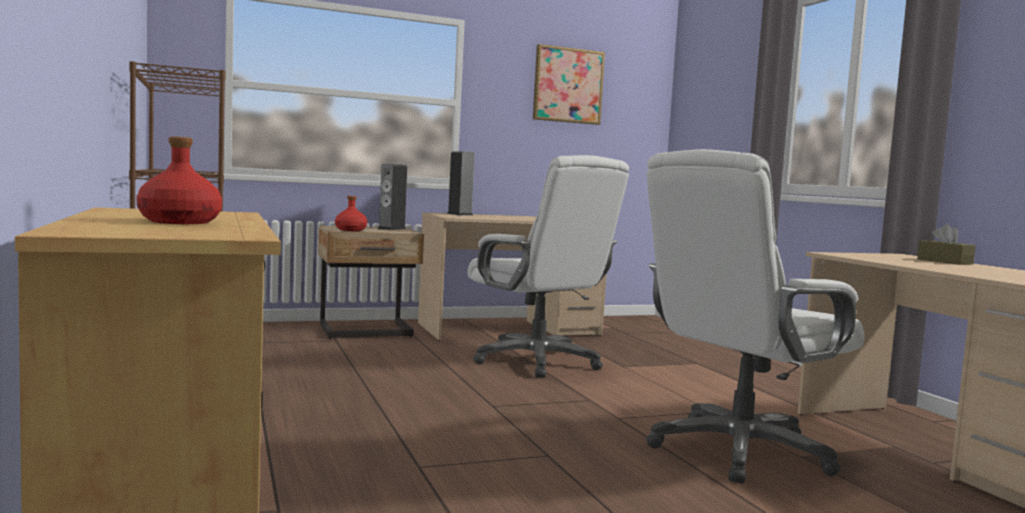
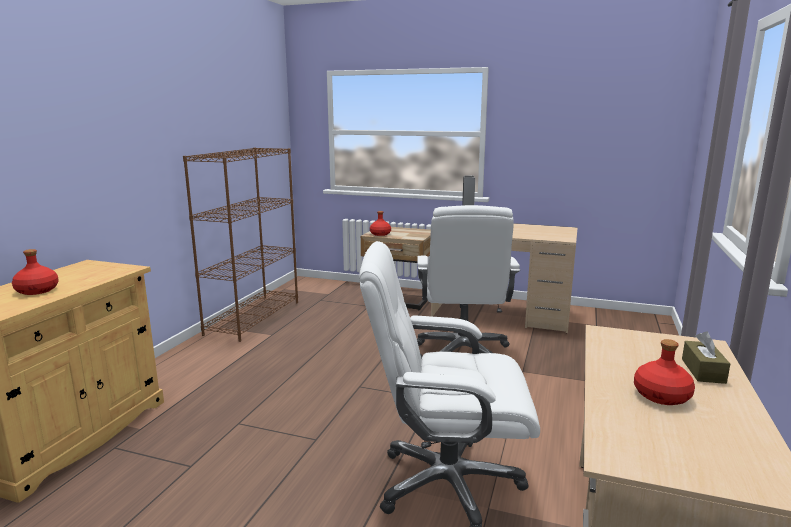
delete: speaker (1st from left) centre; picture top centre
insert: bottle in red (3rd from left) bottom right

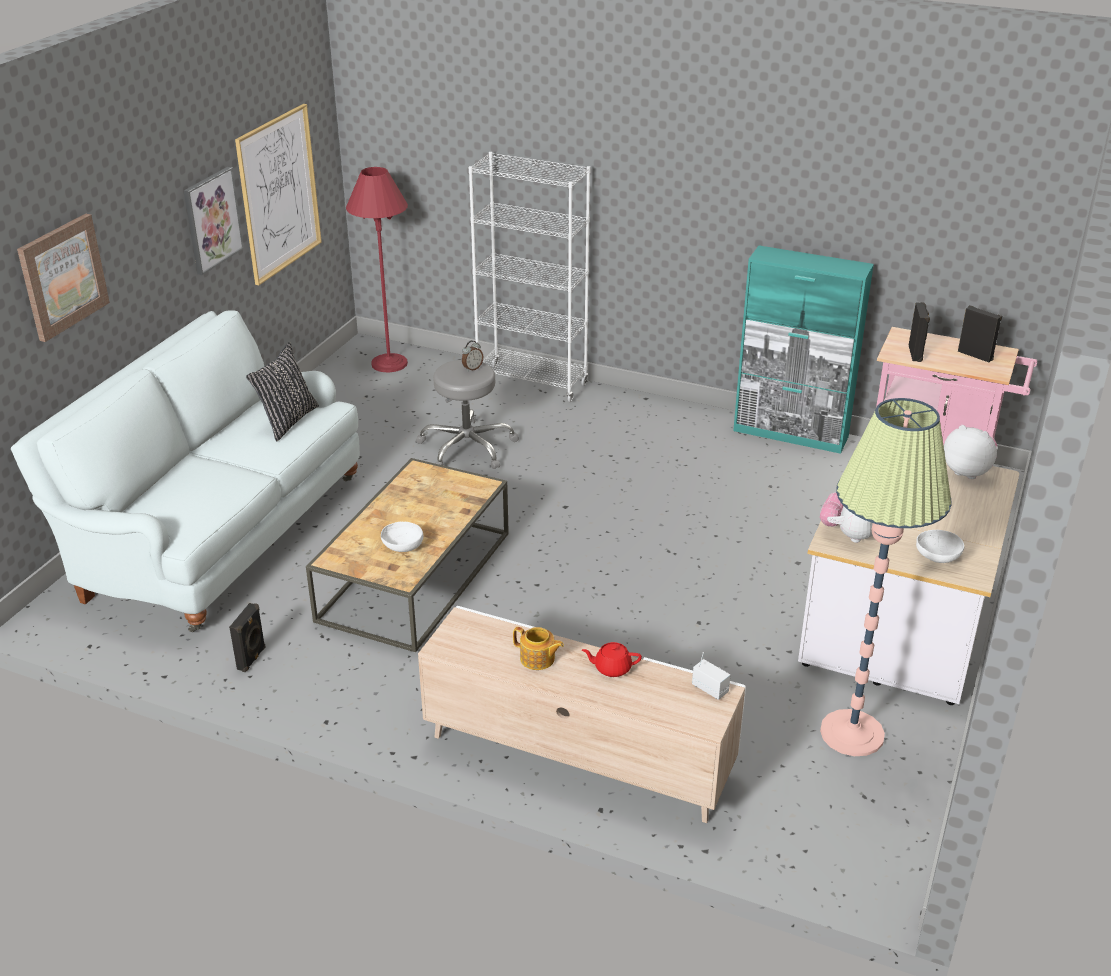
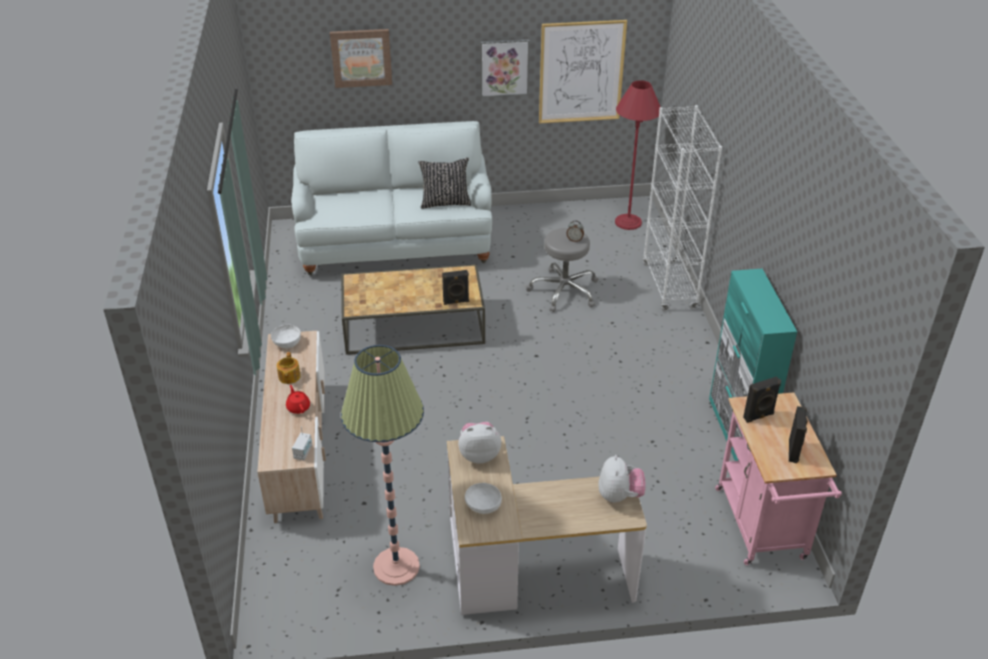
move: bowl in white (1st from left) centre to middle left; speaker in black (1st from left) middle left to centre

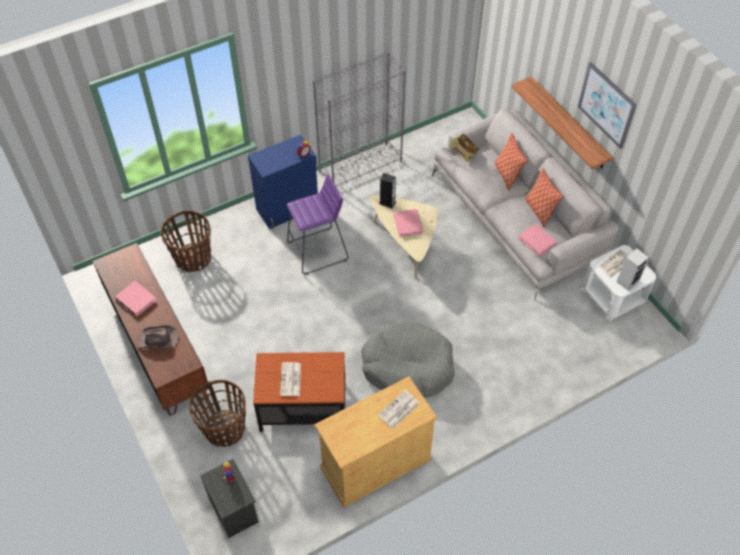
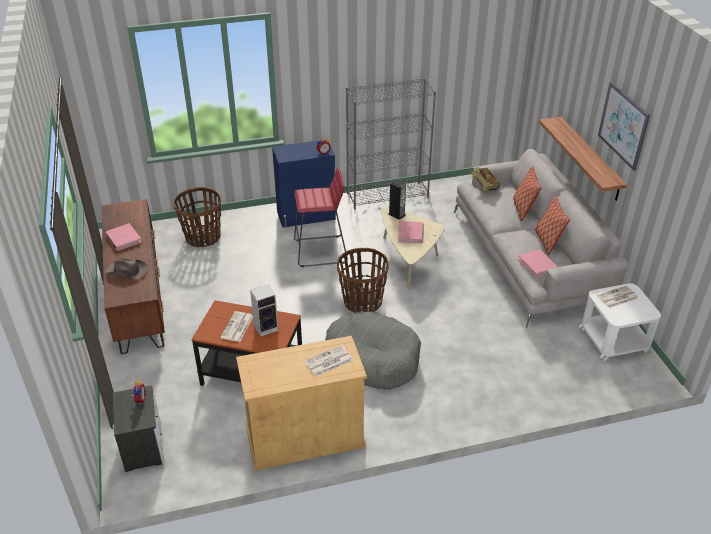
move: speaker (2nd from left in the first image) middle right to speaker (1st from left) centre; basket (2nd from left) bottom left to centre
recolor: stool in purple centre to stool in red centre

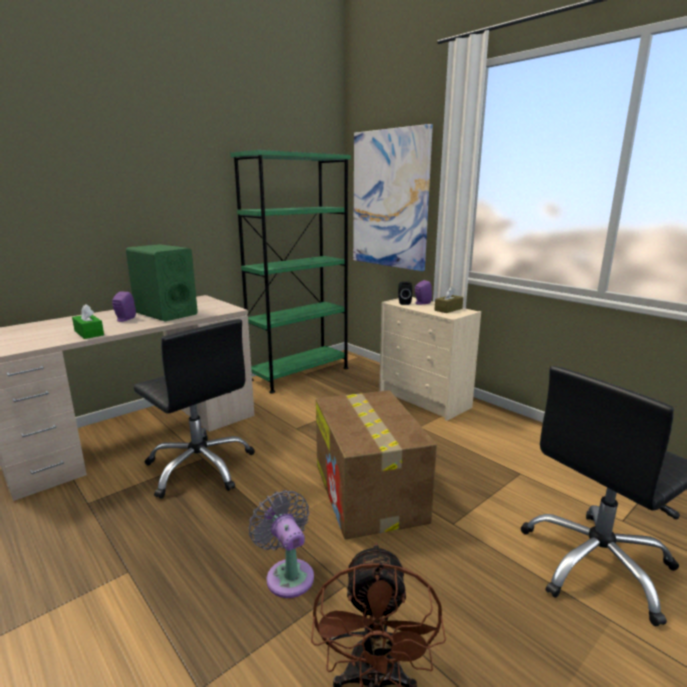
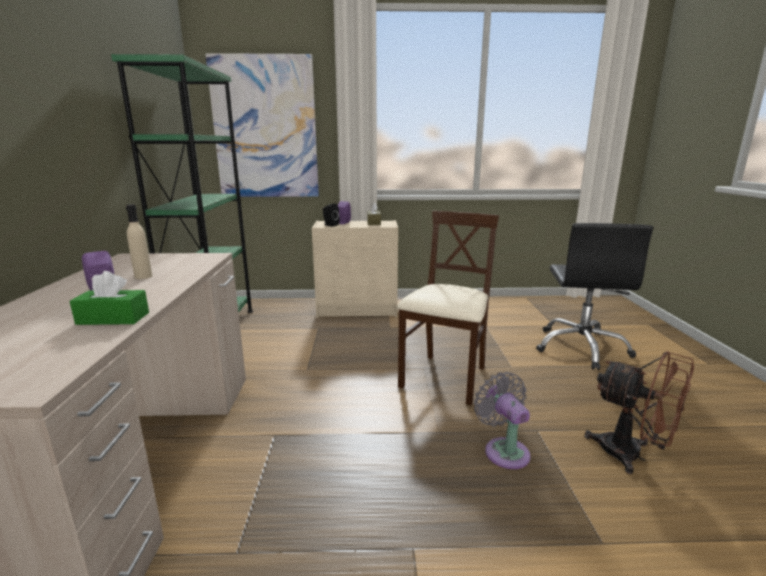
delete: office chair in black (1st from left) middle left
replace: speaker in green middle left to bottle in beige middle left; cardboard box bottom centre to chair in beige centre
rotate: fan in grey bottom centre = bottom centre 60 degrees clockwise

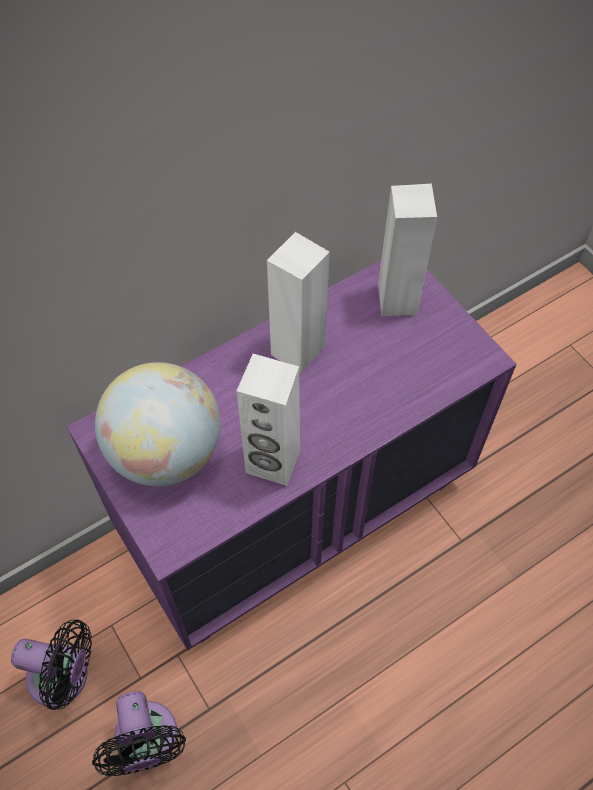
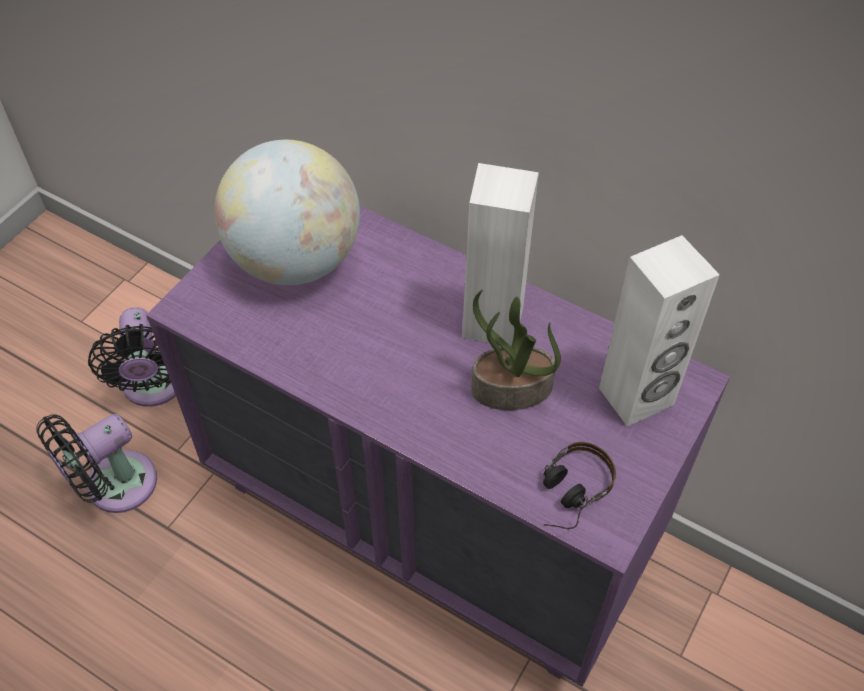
delete: speaker in white (1st from left) centre
insert: potted plant centre; headphones bottom right

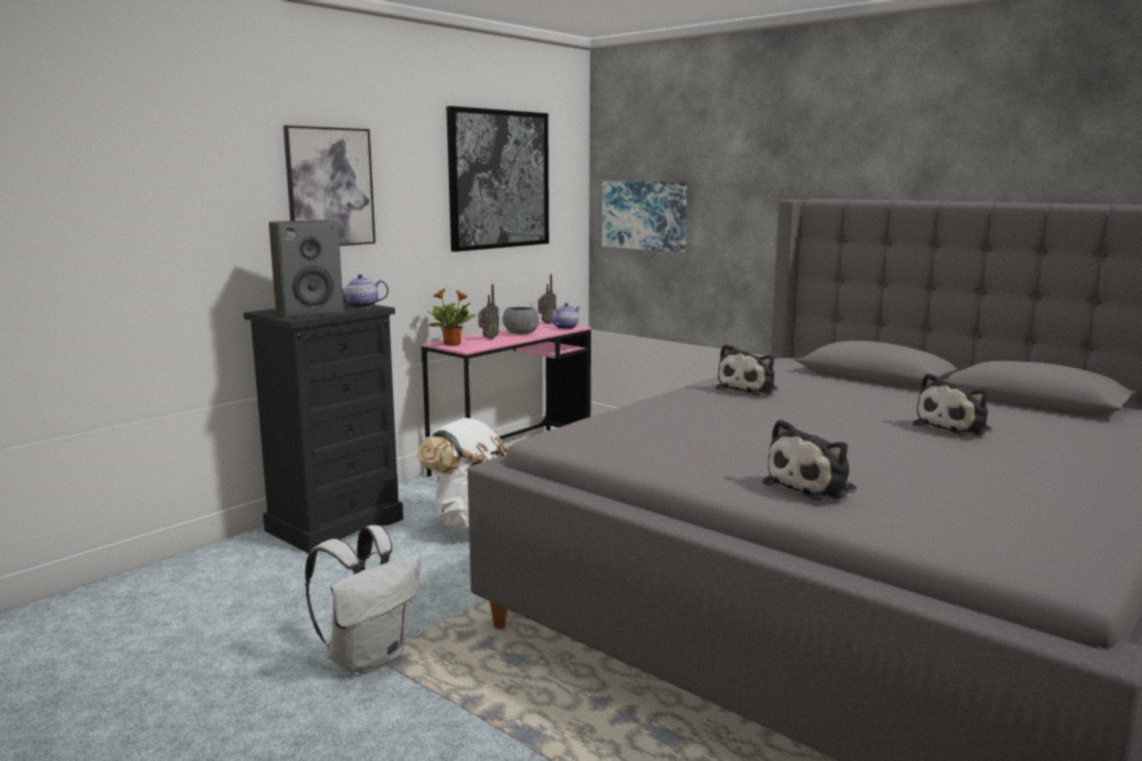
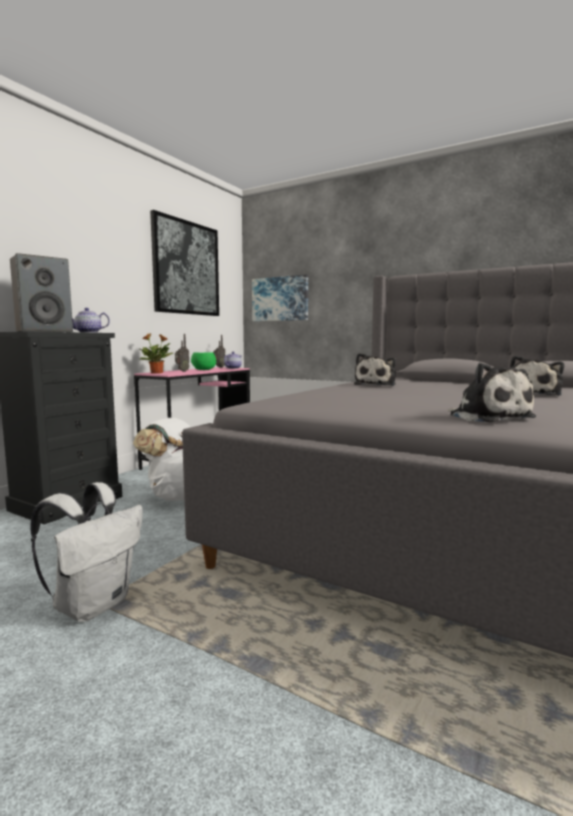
delete: picture (1st from left) top left
recolor: bowl in grey centre to bowl in green centre
rotate: plush toy (2nd from left) middle right = middle right 60 degrees counterclockwise

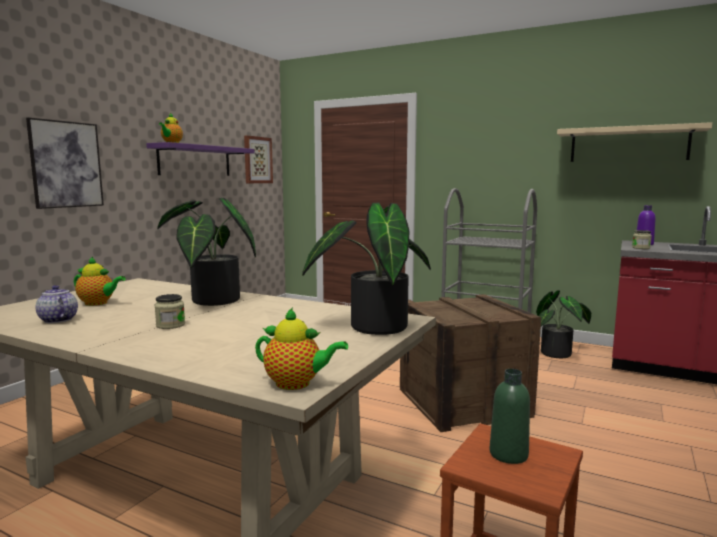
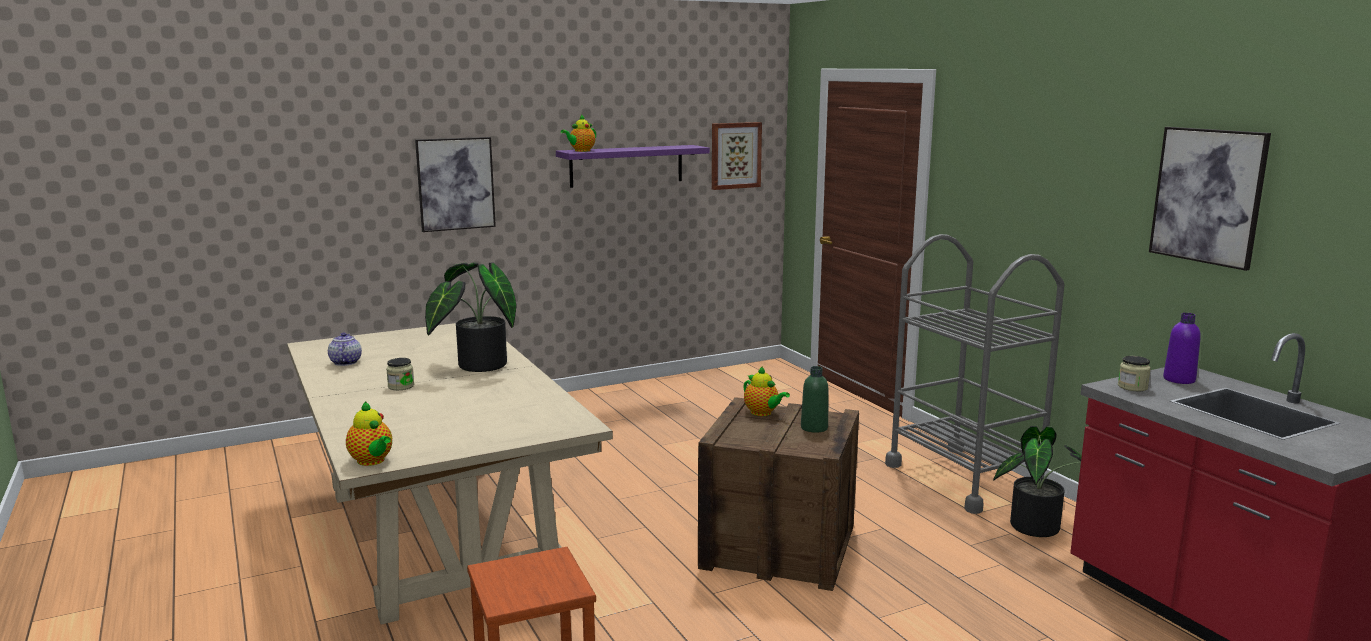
delete: potted plant (2nd from left) centre
move: teapot (2nd from left in the first image) middle left to teapot (4th from left) centre; bottle in green bottom right to centre
replace: shelf in beige top right to picture (3rd from left) top right

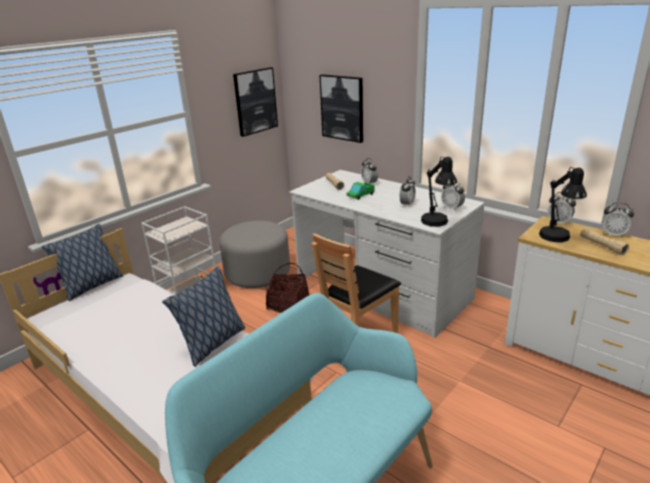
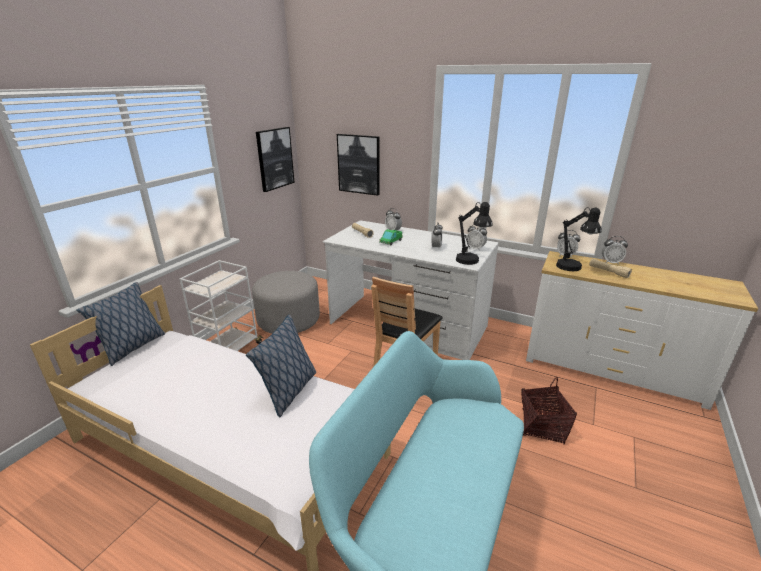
move: basket centre to bottom right

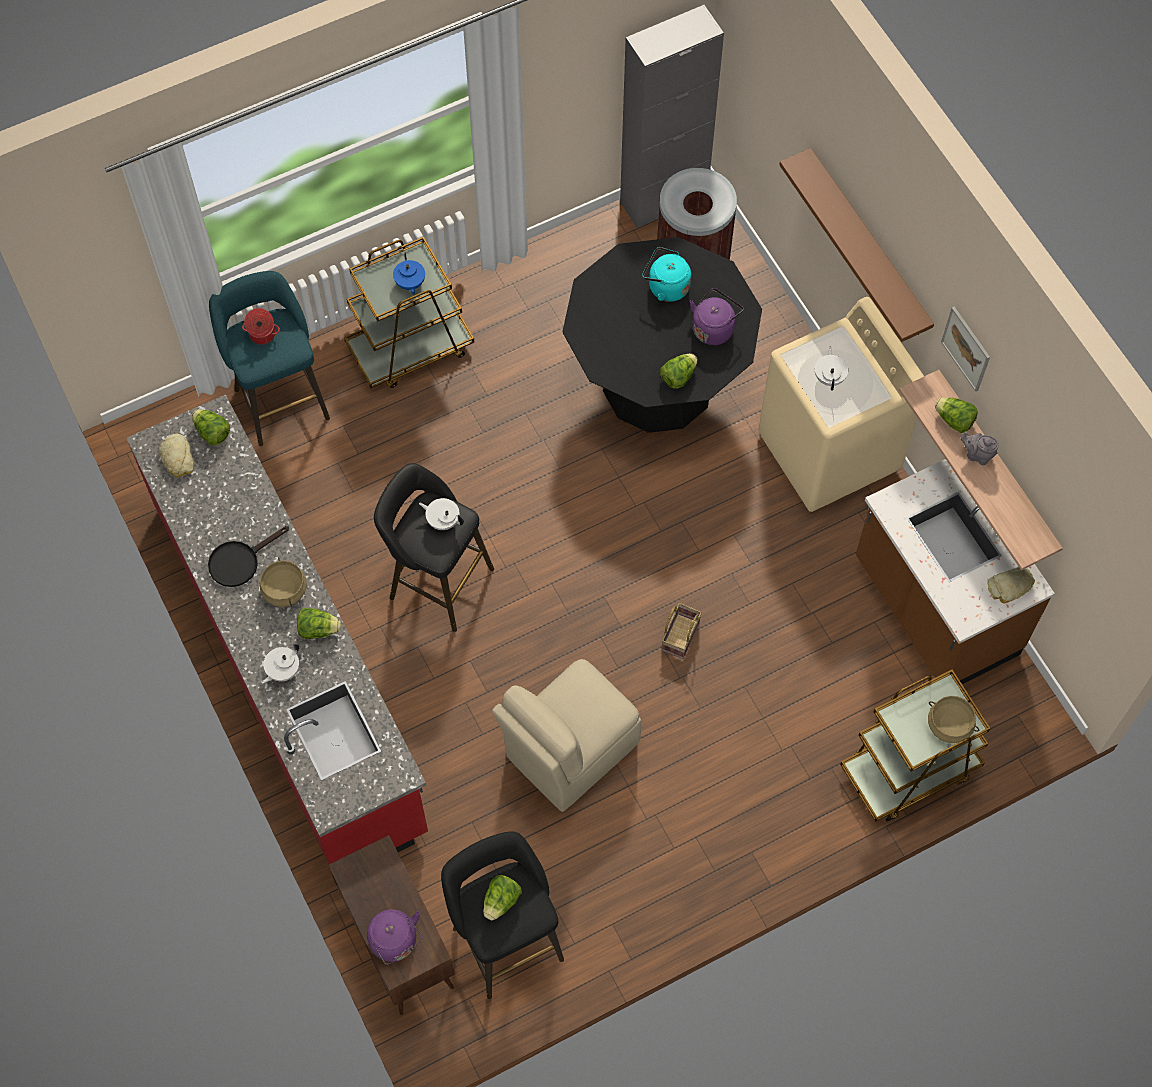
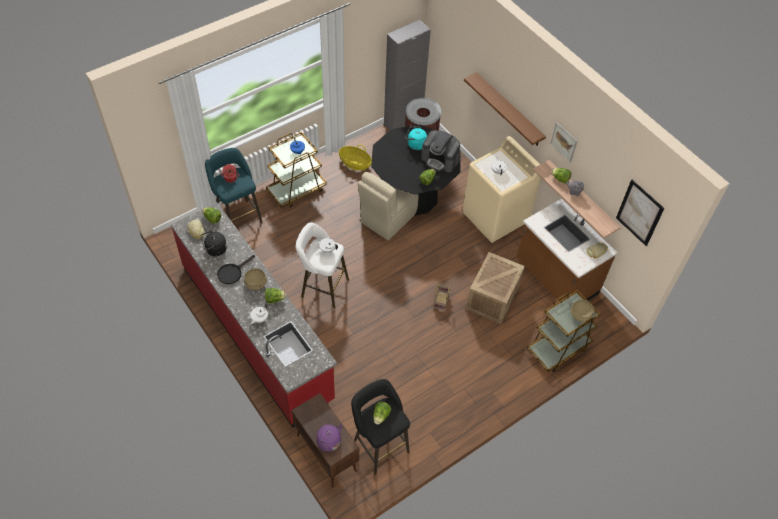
insert: kettle in black middle left; basket (1st from left) top centre; crate centre; picture (2nd from left) middle right
move: chair in beige bottom centre to centre
replace: kettle in purple (2nd from left) top centre to coffee machine top centre
recolor: stool in black (1st from left) centre to stool in white centre

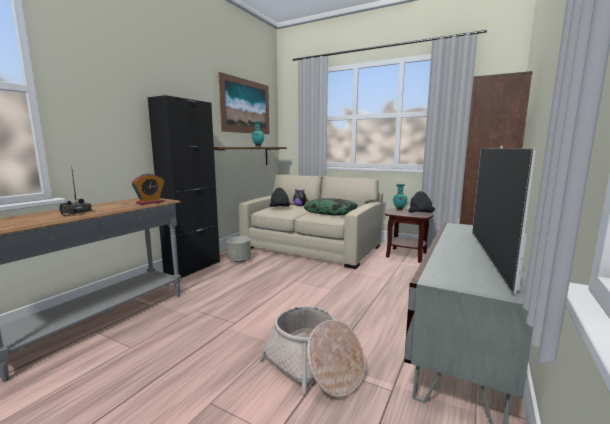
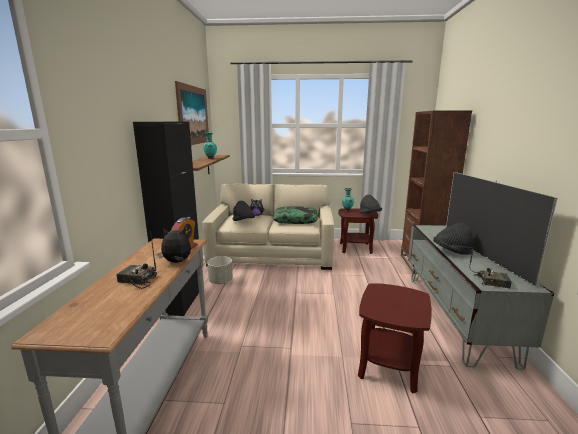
insert: plush toy (1st from left) middle left; hat in black (3rd from left) middle right; radio (2nd from left) middle right
replace: basket bottom centre to side table in brown (2nd from left) bottom right

